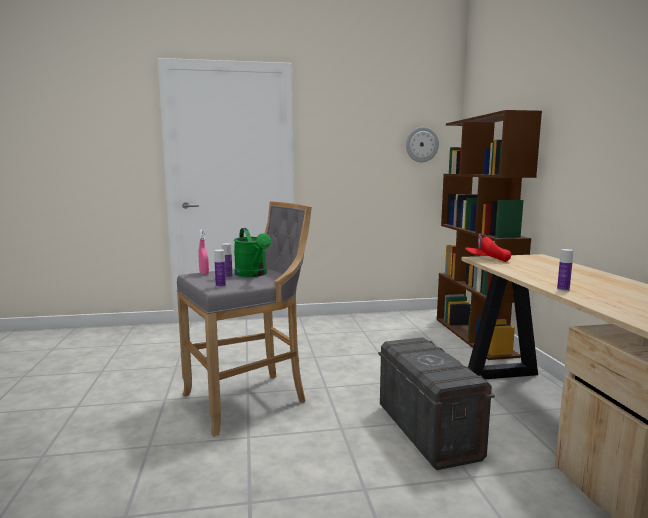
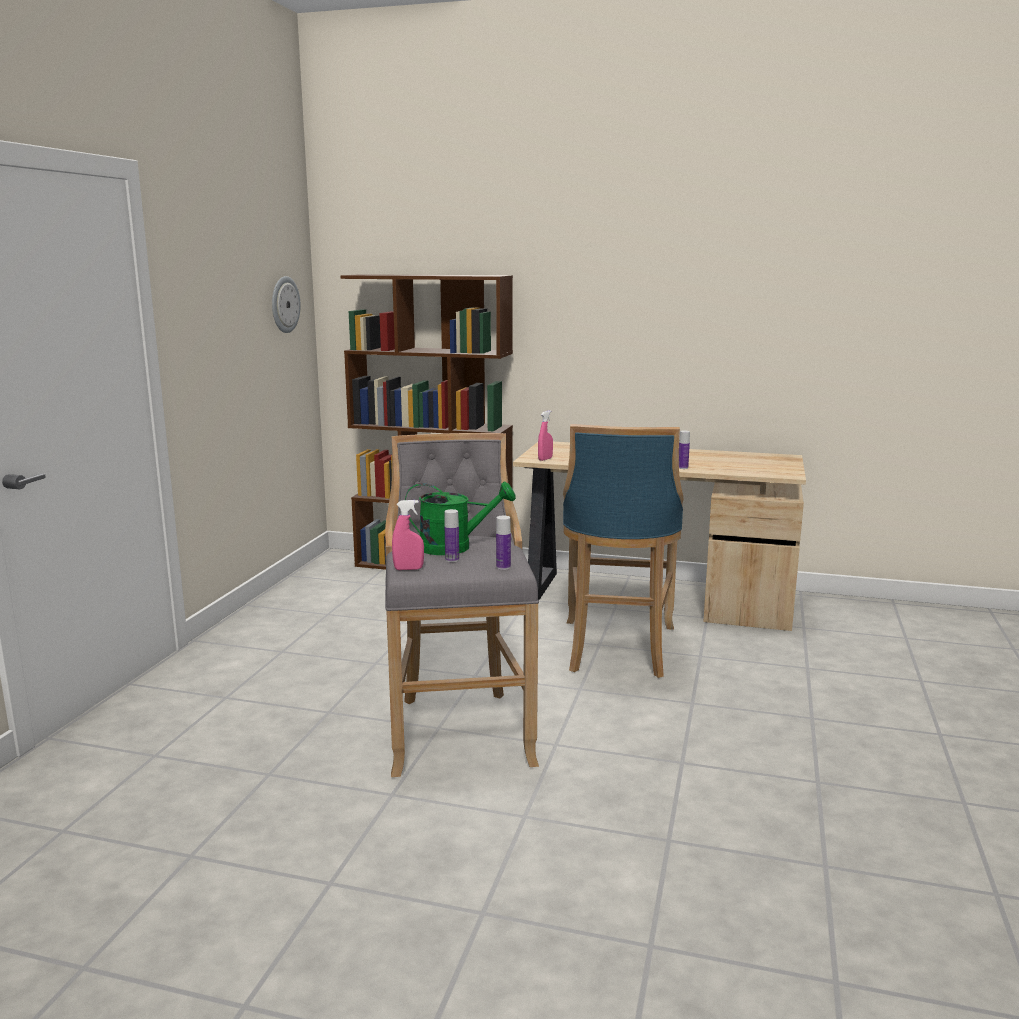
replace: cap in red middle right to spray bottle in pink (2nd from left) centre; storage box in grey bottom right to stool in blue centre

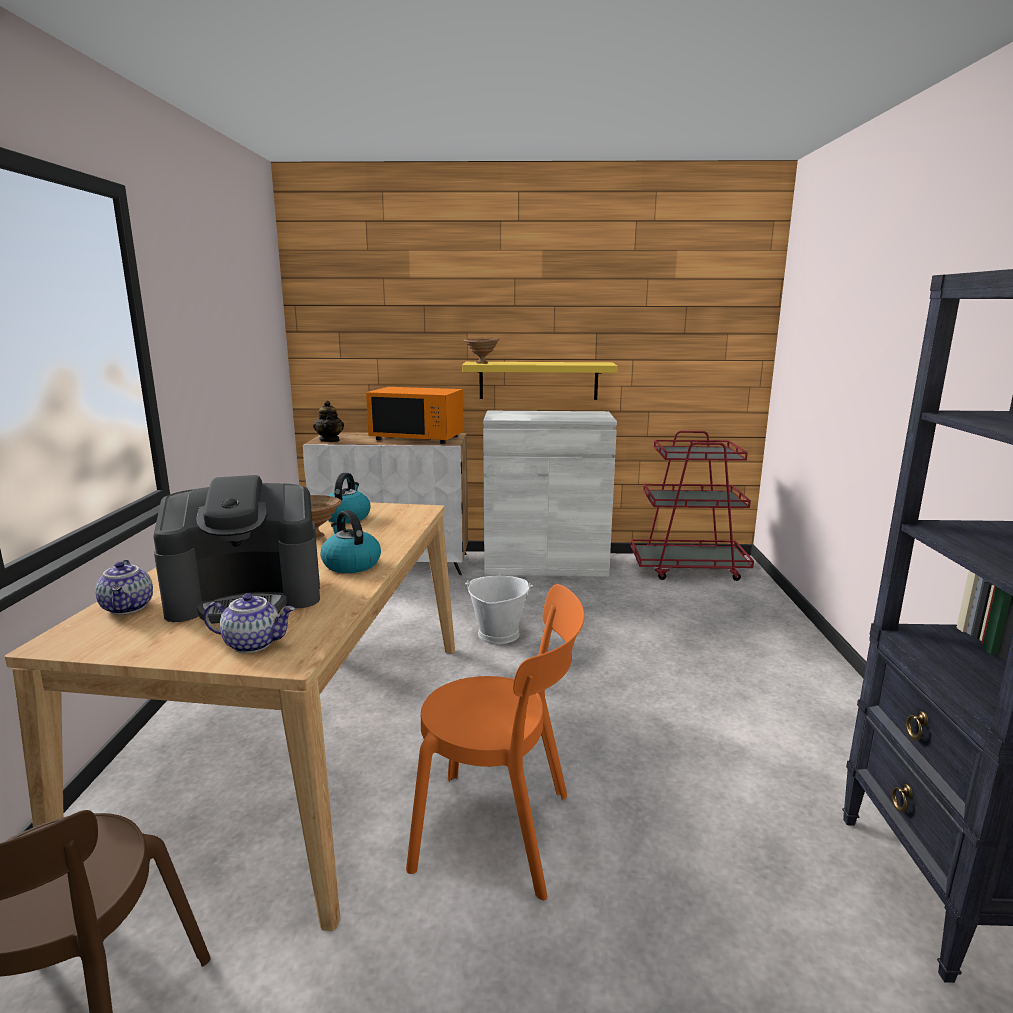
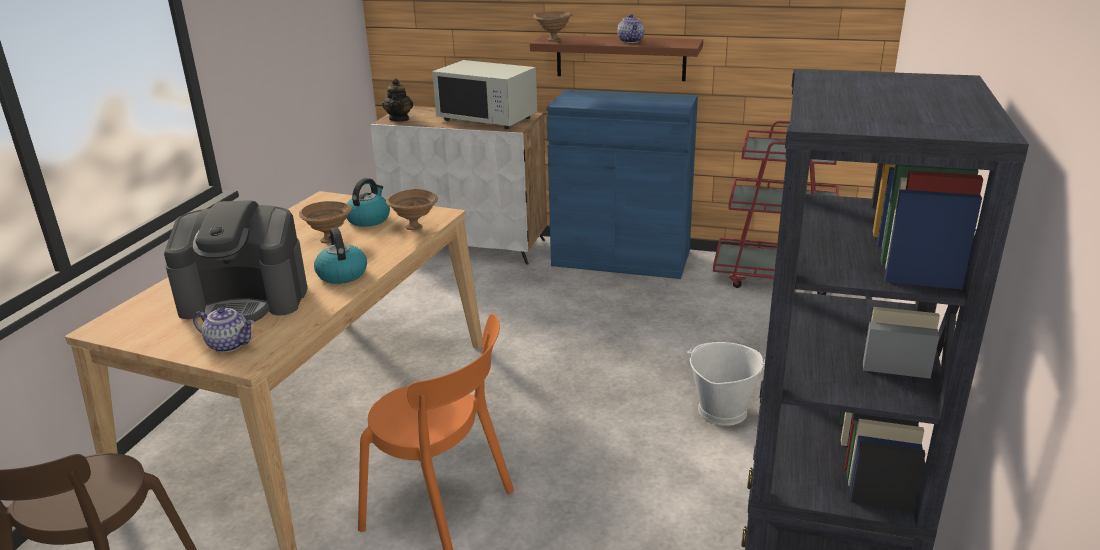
insert: bowl in brown (2nd from left) centre
move: teapot (1st from left in the first image) middle left to teapot (3rd from left) top centre; bucket in white centre to bottom centre
recolor: microwave in orange centre to microwave in white top centre; shelf in yellow centre to shelf in brown top centre; cabinet in white (2nd from left) centre to cabinet in blue centre

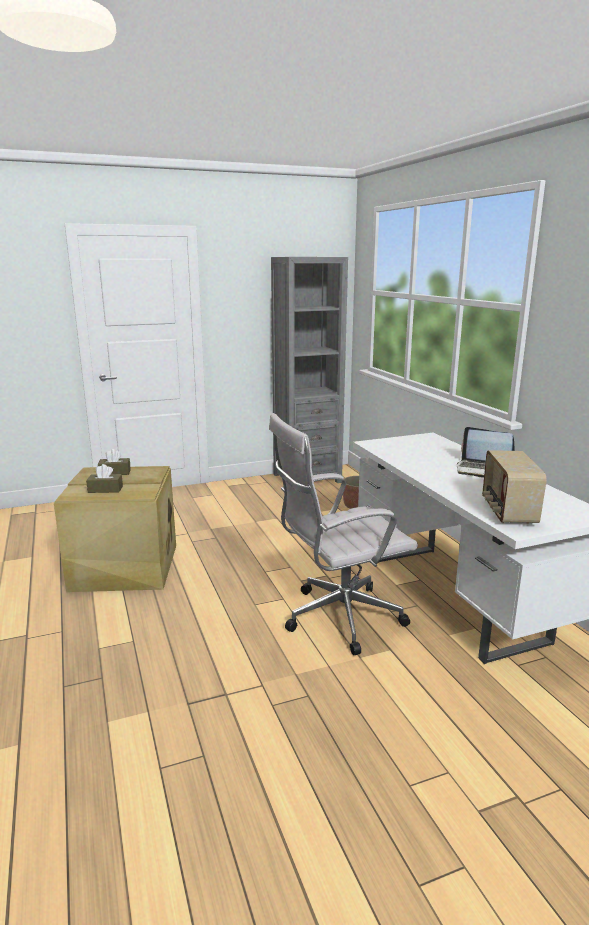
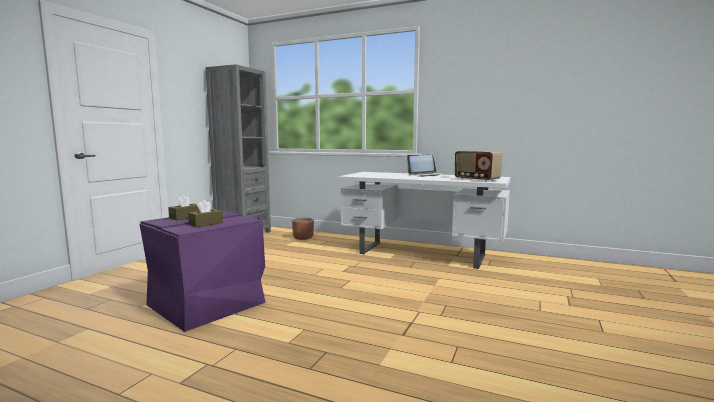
delete: office chair in white centre
recolor: storage box in beige middle left to storage box in purple bottom left

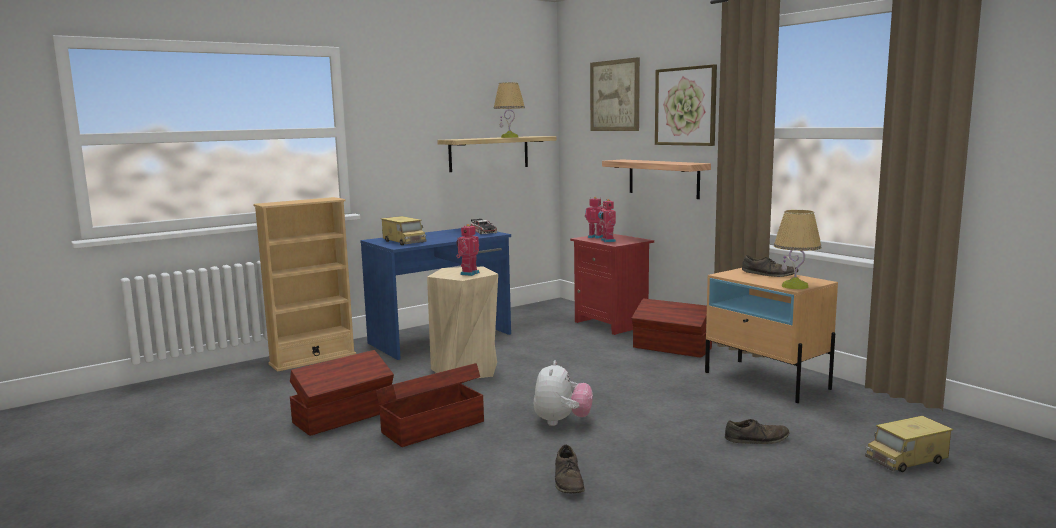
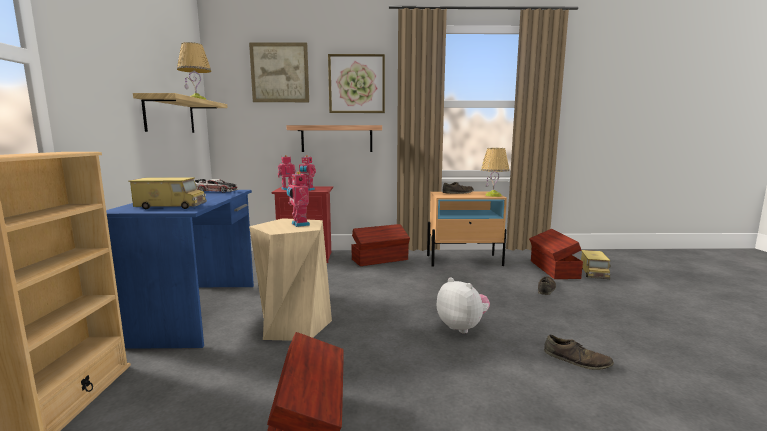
move: storage box in brown (2nd from left in the first image) bottom centre to storage box in brown (3rd from left) middle right

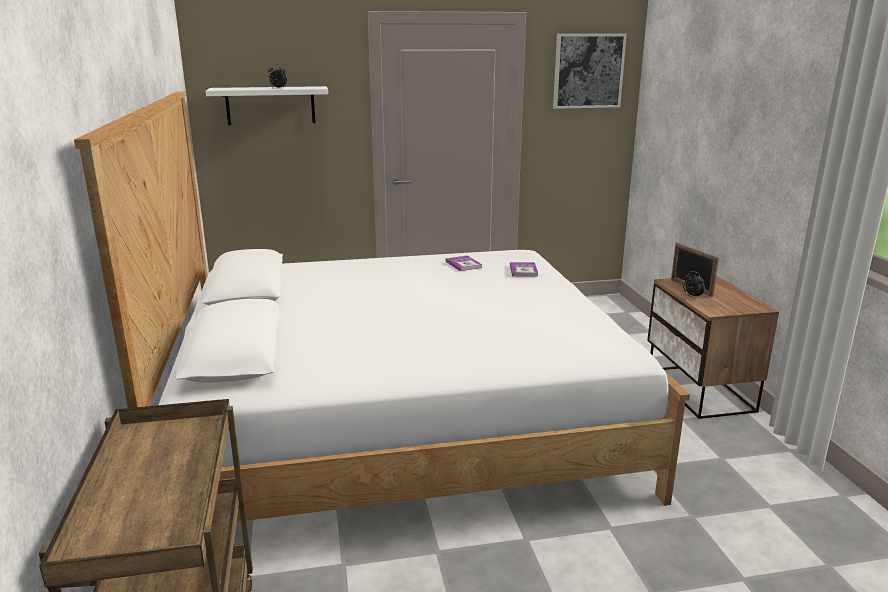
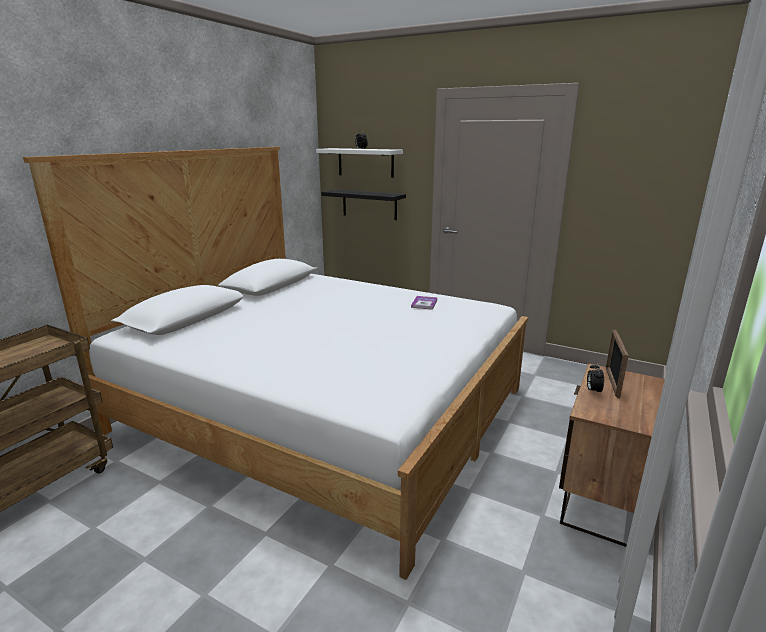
delete: book (2nd from left) centre; picture top centre
insert: shelf in black top centre

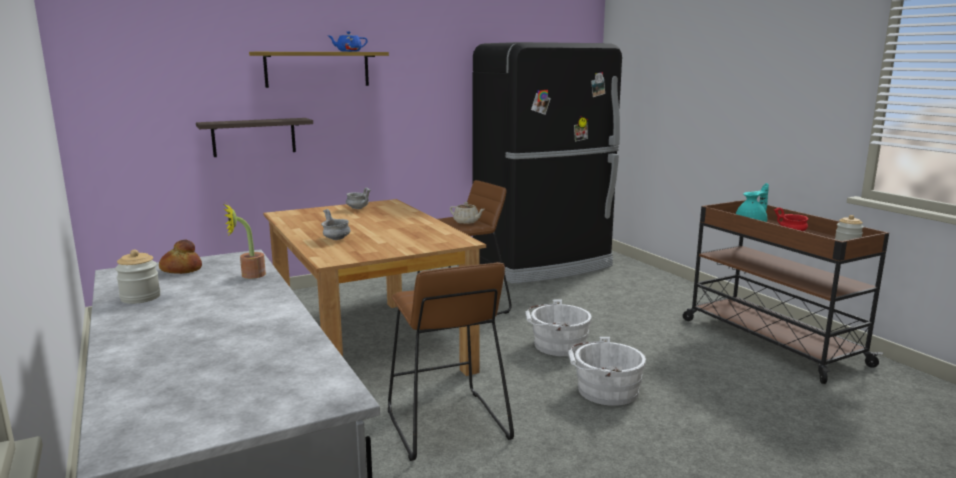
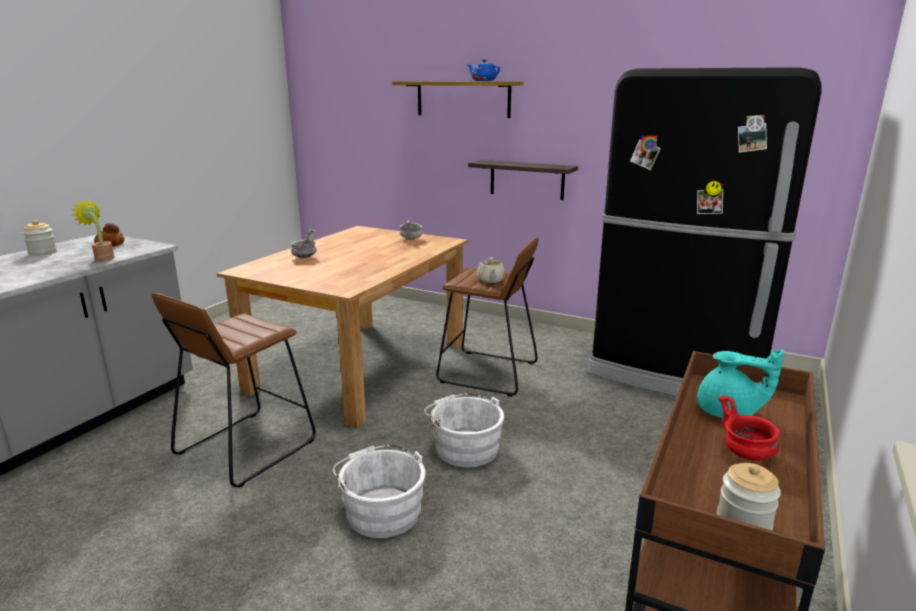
move: shelf (1st from left in the first image) top left to shelf (2nd from left) top centre

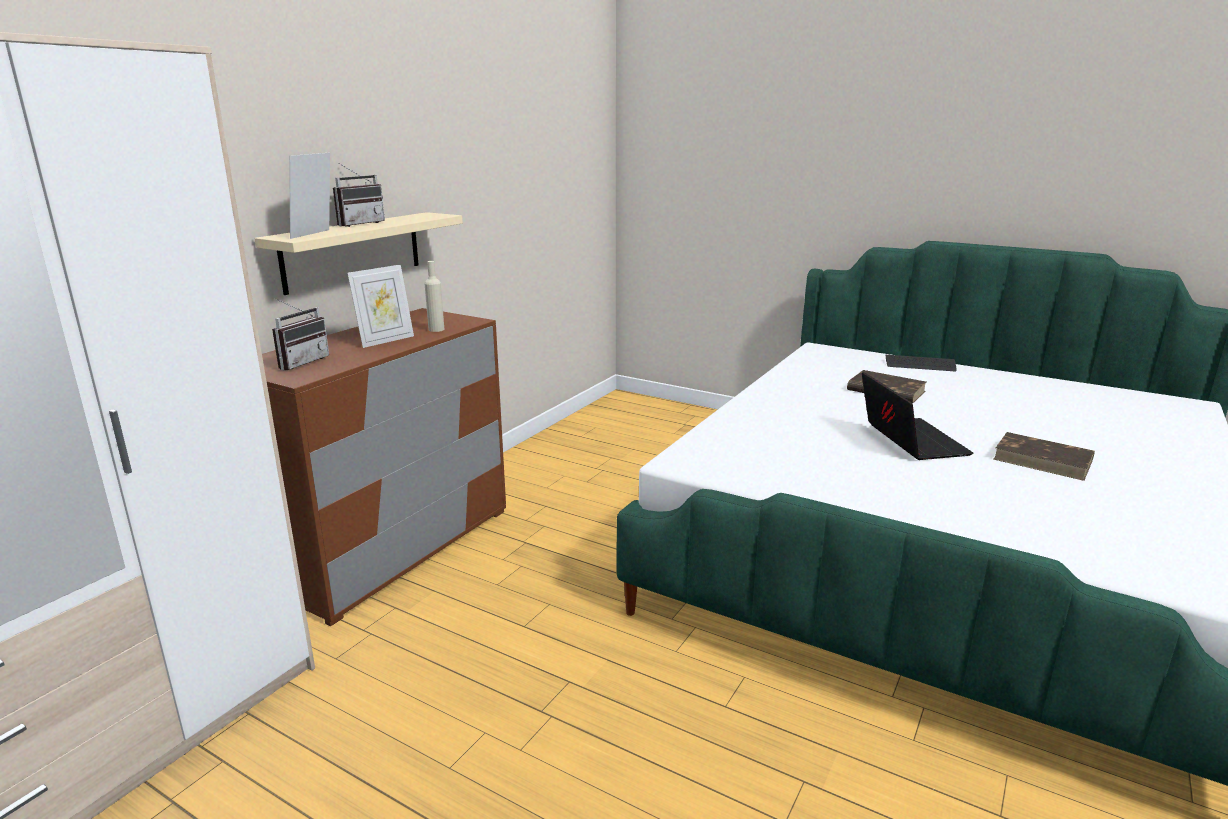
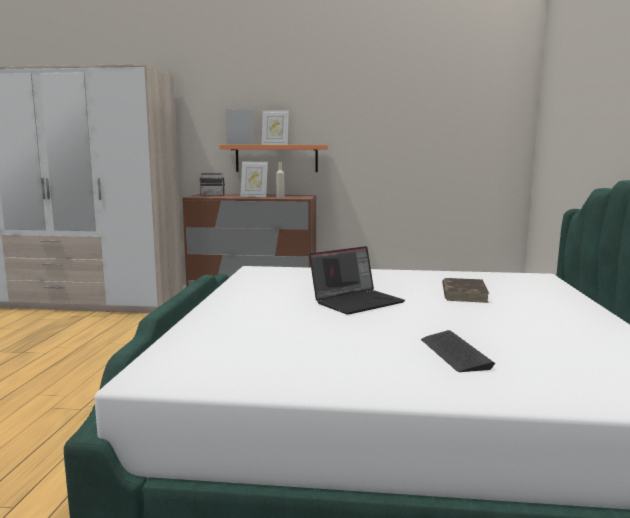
delete: book in brown (2nd from left) middle right
move: keyboard middle right to bottom right
replace: radio (2nd from left) top left to picture frame (3rd from left) top centre
recolor: shelf in beige top left to shelf in orange top centre

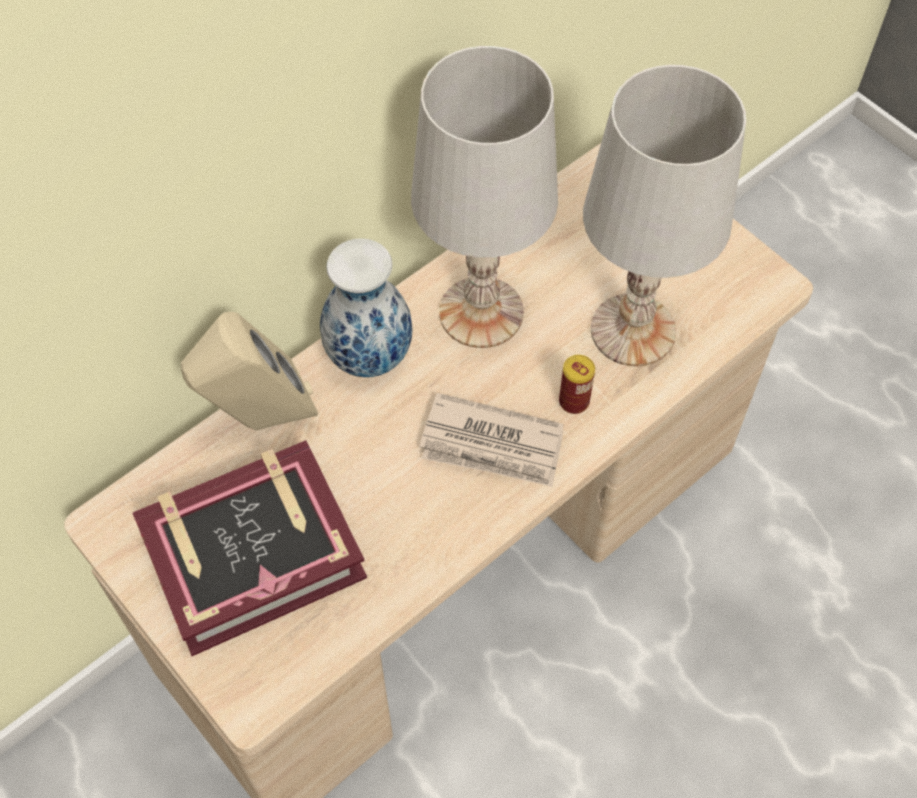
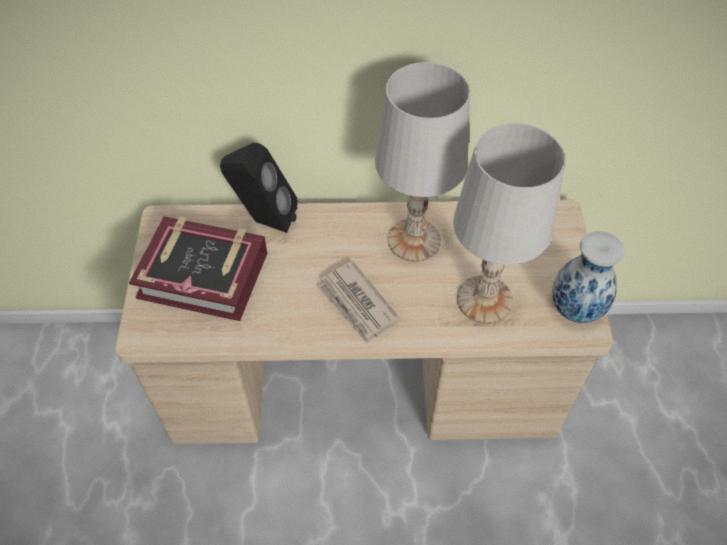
delete: can centre
move: vase centre to middle right
recolor: speaker in beige middle left to speaker in black centre

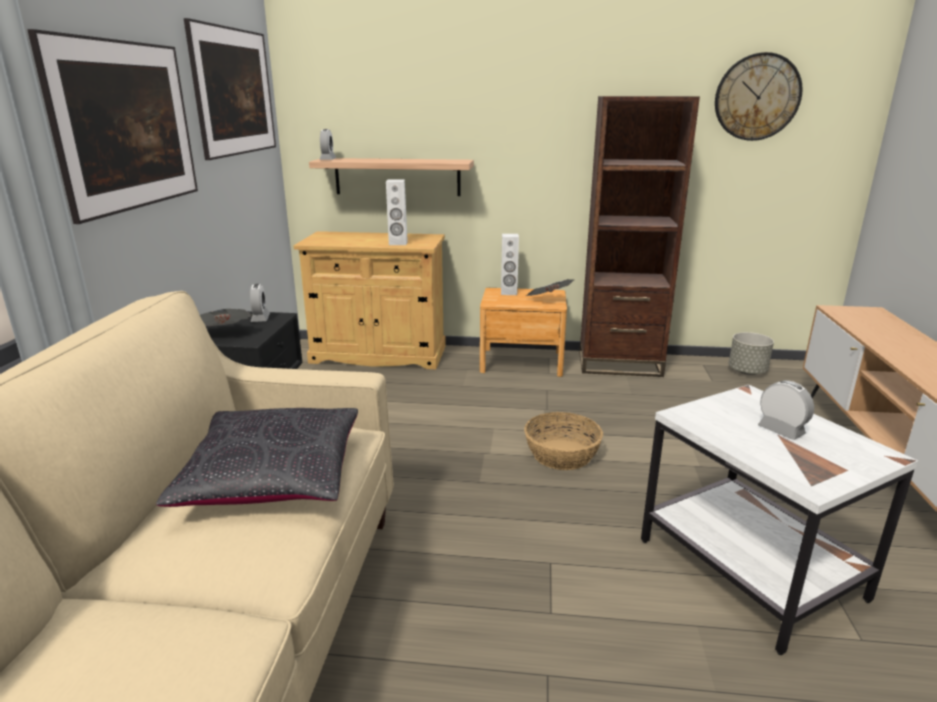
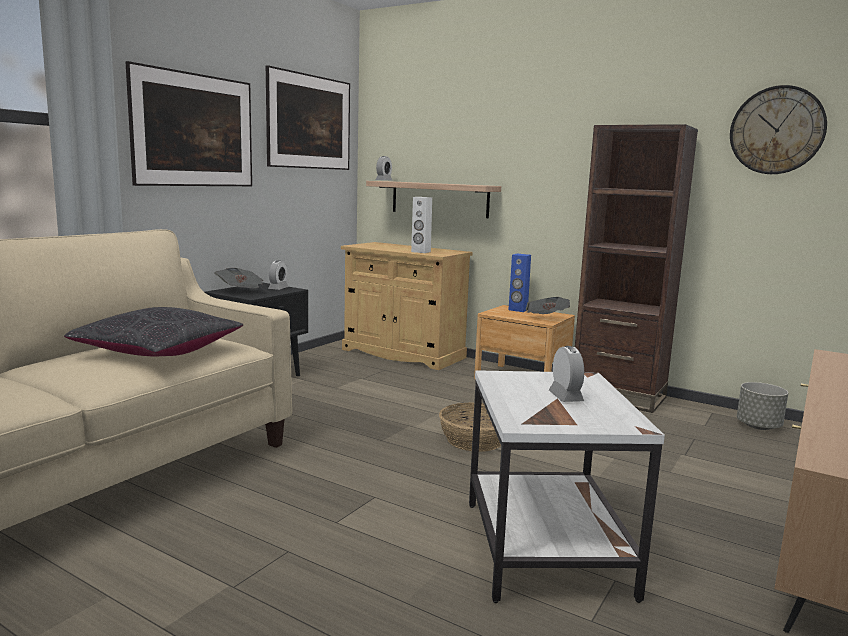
recolor: speaker in white (2nd from left) centre to speaker in blue centre

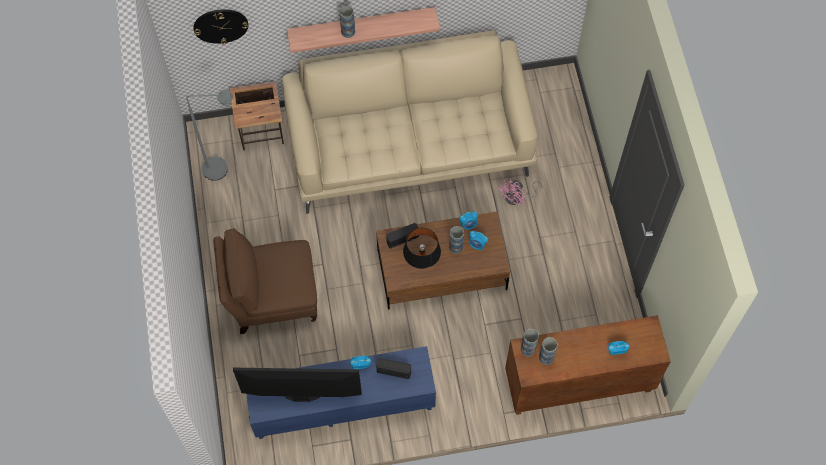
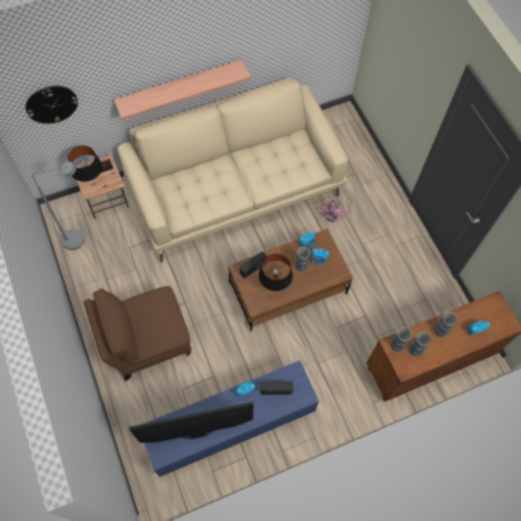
insert: table lamp in black (1st from left) top left
move: vase (1st from left in the first image) top centre to vase (4th from left) middle right

